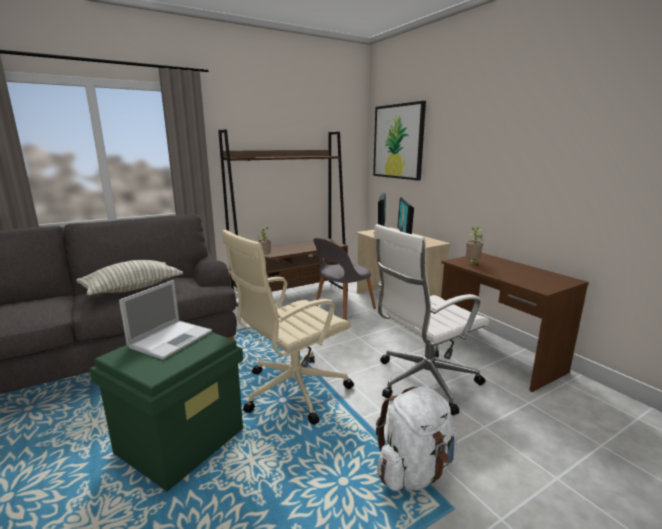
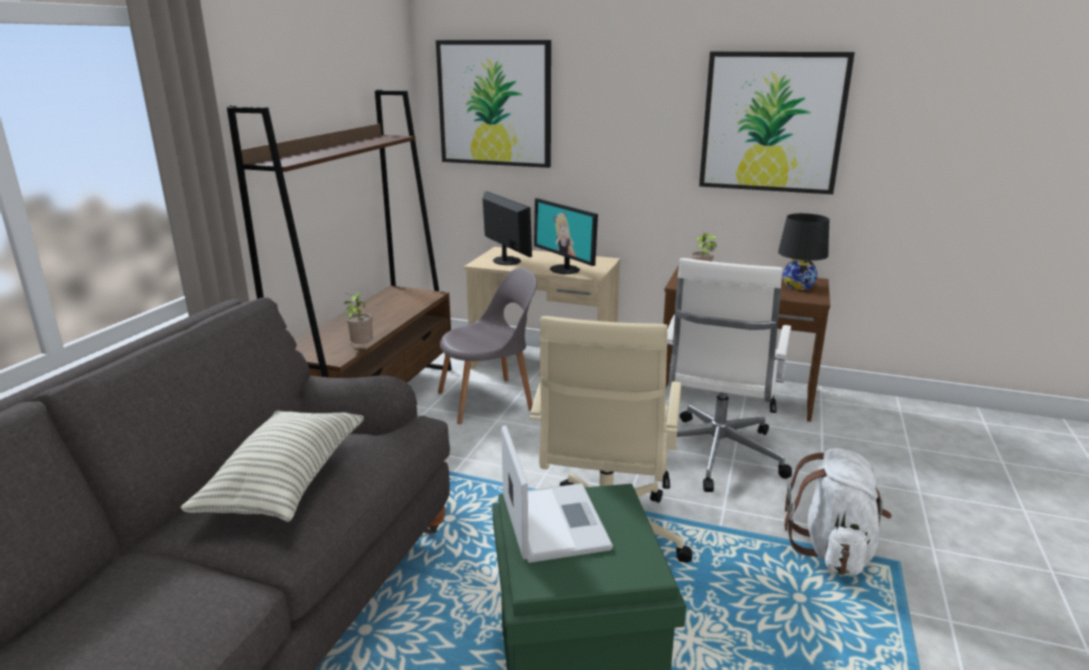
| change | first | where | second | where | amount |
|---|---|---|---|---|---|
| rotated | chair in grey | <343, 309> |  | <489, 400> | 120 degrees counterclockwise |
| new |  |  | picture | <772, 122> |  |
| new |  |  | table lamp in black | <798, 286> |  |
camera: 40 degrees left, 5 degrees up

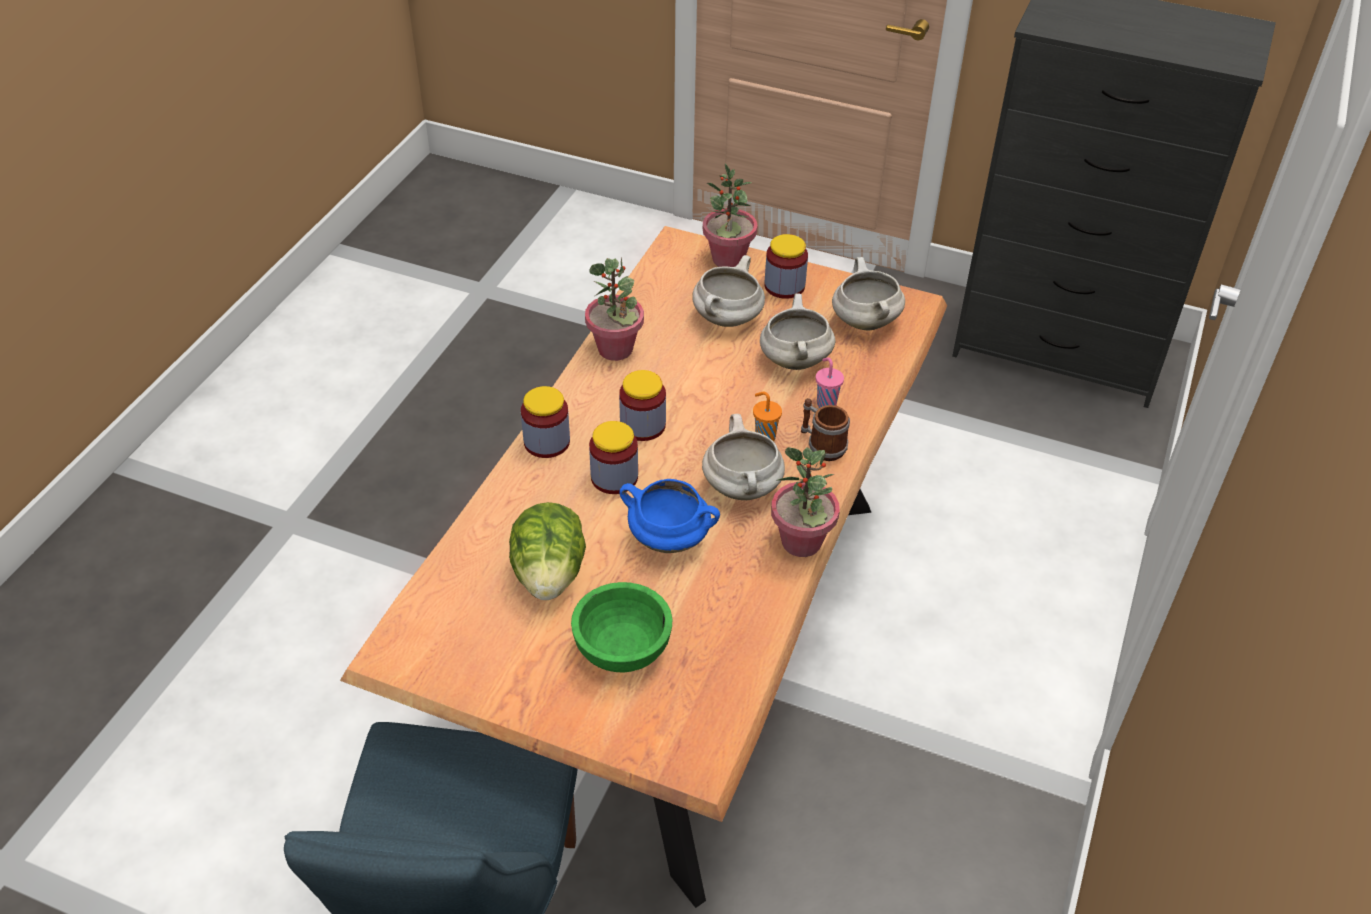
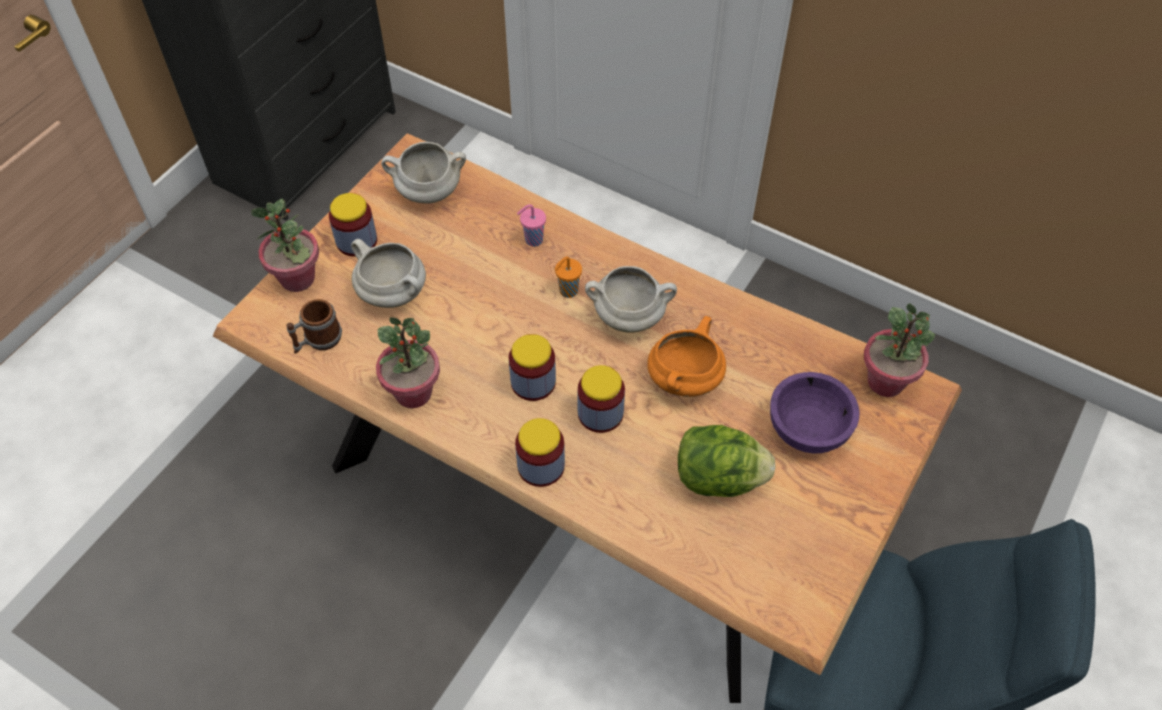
| change | first | where | second | where | amount |
|---|---|---|---|---|---|
| repainted | bowl in green | <622, 649> | bowl in purplish | <808, 429> |  |
| repainted | cooking pot in blue | <670, 538> | cooking pot in orangey | <684, 379> |  |
| gone | cooking pot in white-coloured | <794, 360> |  |  |  |
| shifted | houseplant | <801, 542> |  | <886, 381> |  |
| shifted | coffee mug | <821, 445> |  | <317, 341> |  |
camera: 80 degrees left, 10 degrees up

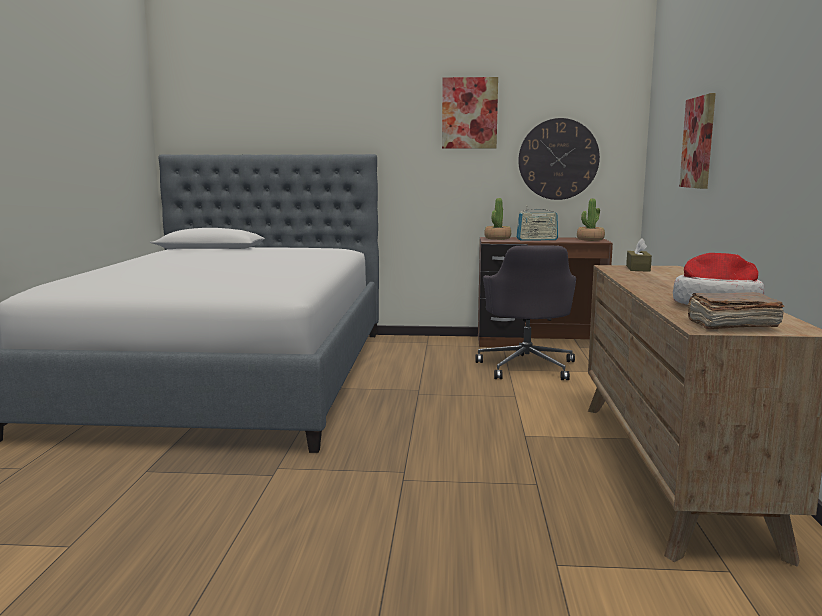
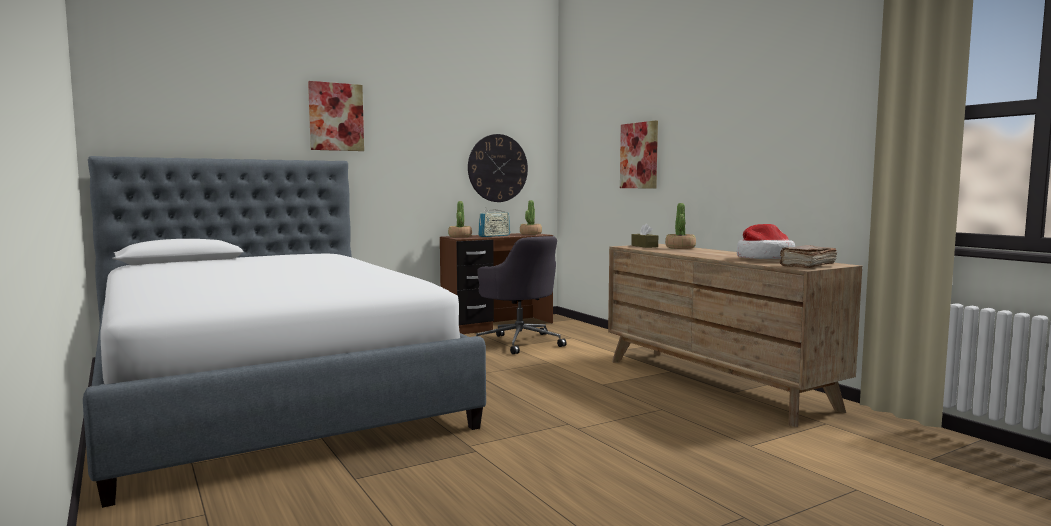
| change | first | where | second | where | amount |
|---|---|---|---|---|---|
| shifted | picture | <469, 113> |  | <336, 117> |  |
| new |  |  | houseplant | <680, 247> |  |
camera: 35 degrees left, 5 degrees down

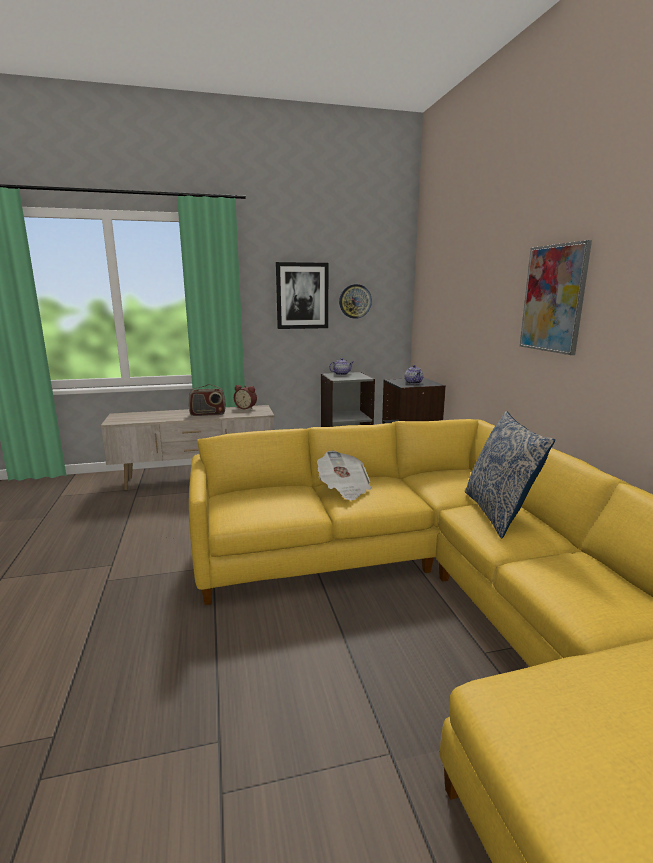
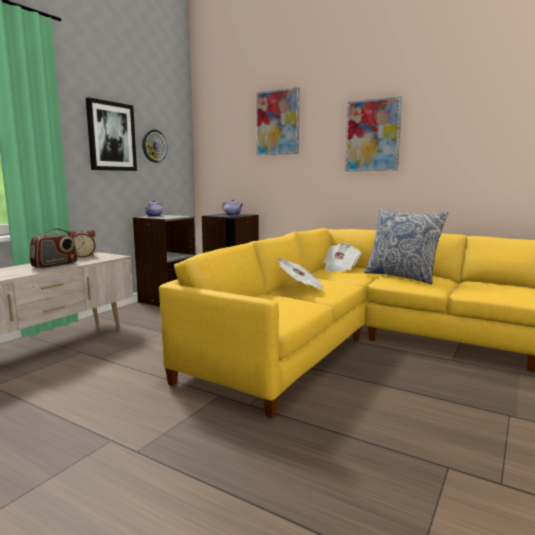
| change | first | where | second | where | amount |
|---|---|---|---|---|---|
| new |  |  | picture | <277, 122> |  |
| new |  |  | daily paper | <339, 268> |  |
camera: 45 degrees left, 5 degrees down

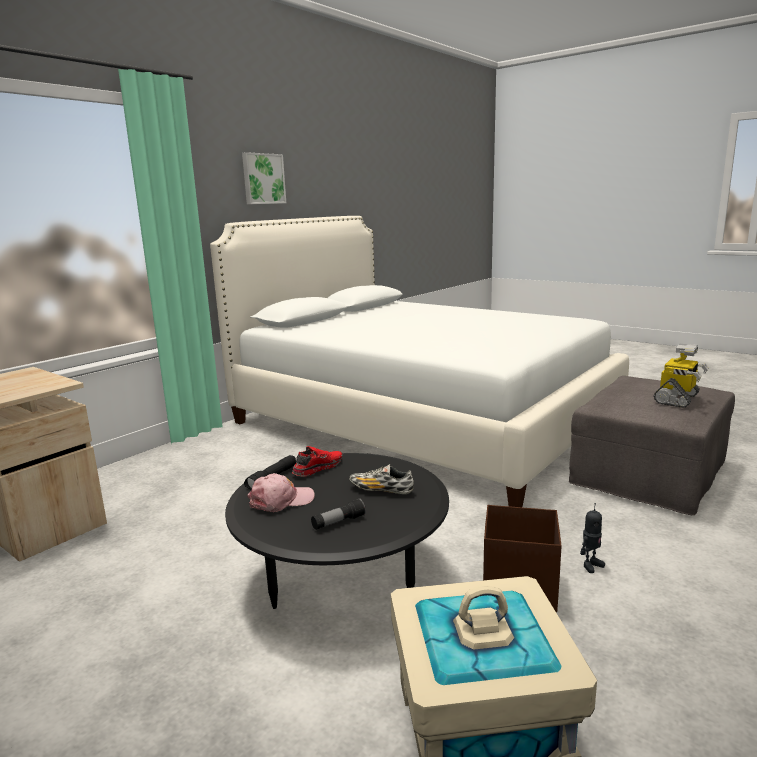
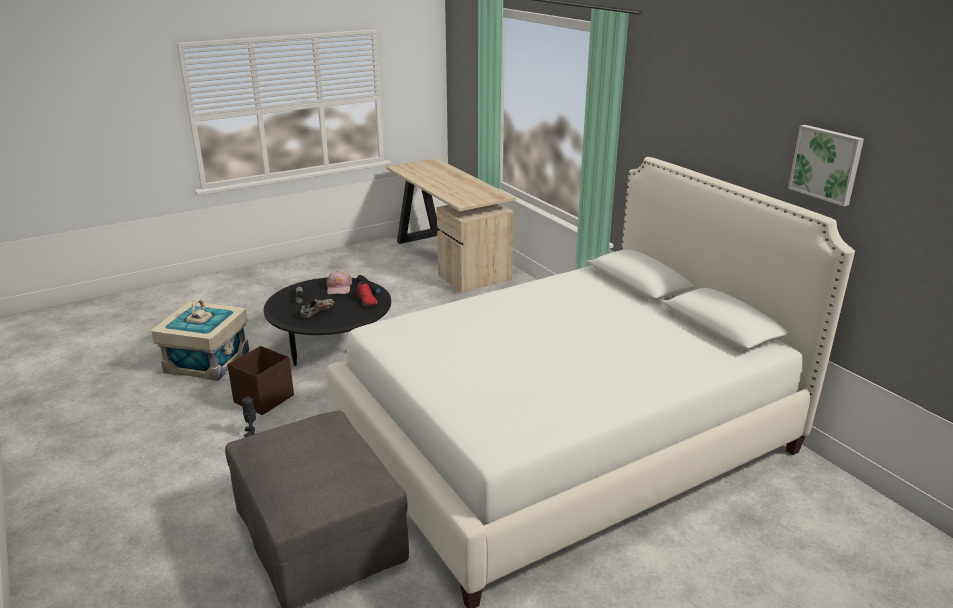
| change | first | where | second | where | amount |
|---|---|---|---|---|---|
| shifted | picture | <263, 179> |  | <826, 164> |  |
| gone | model robot | <677, 399> |  |  |  |
camera: 110 degrees right, 10 degrees up

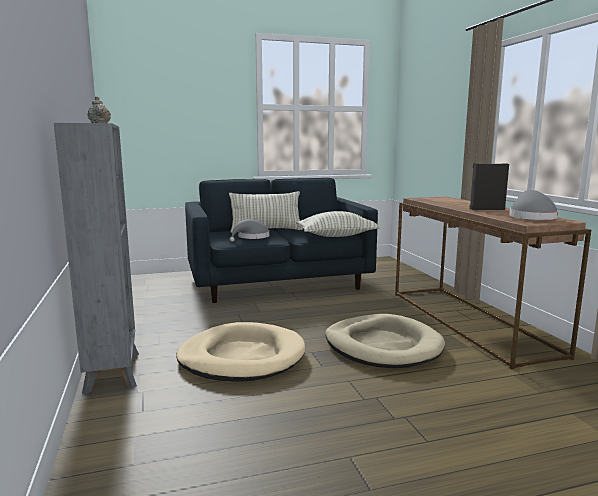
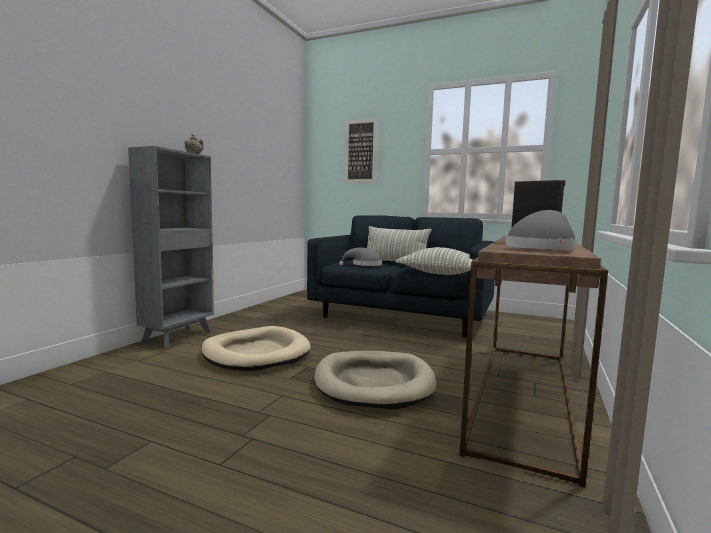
| change | first | where | second | where | amount |
|---|---|---|---|---|---|
| new |  |  | picture | <360, 151> |  |
camera: 40 degrees right, 5 degrees down

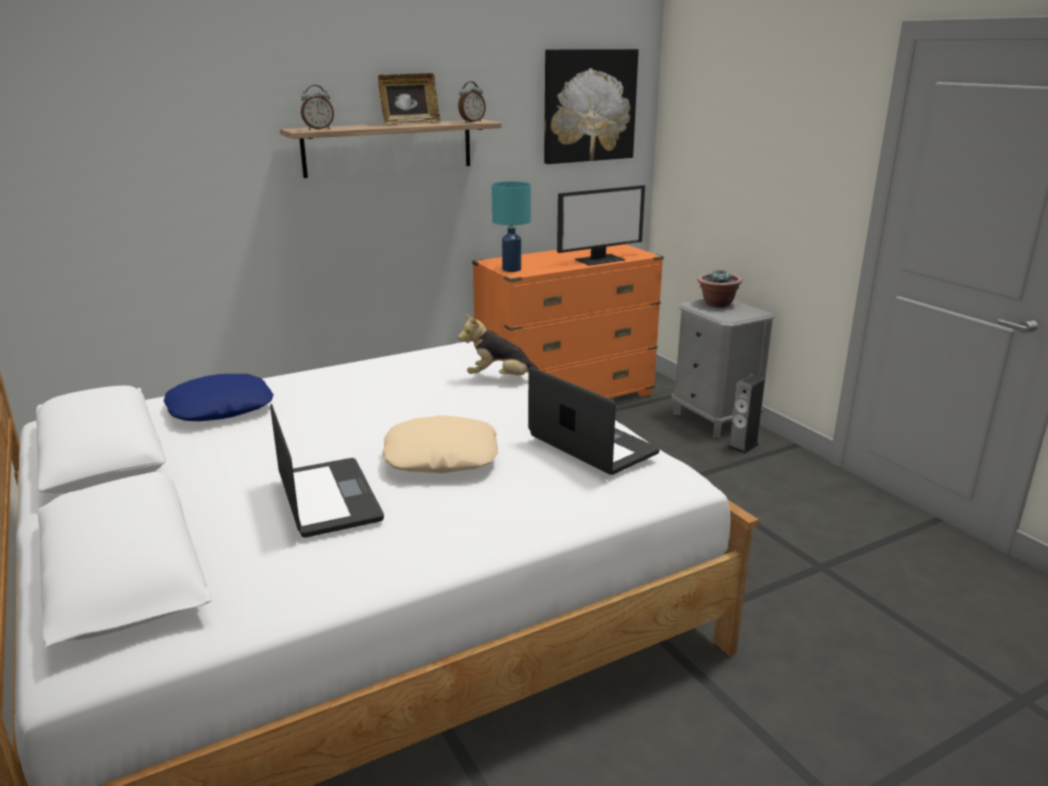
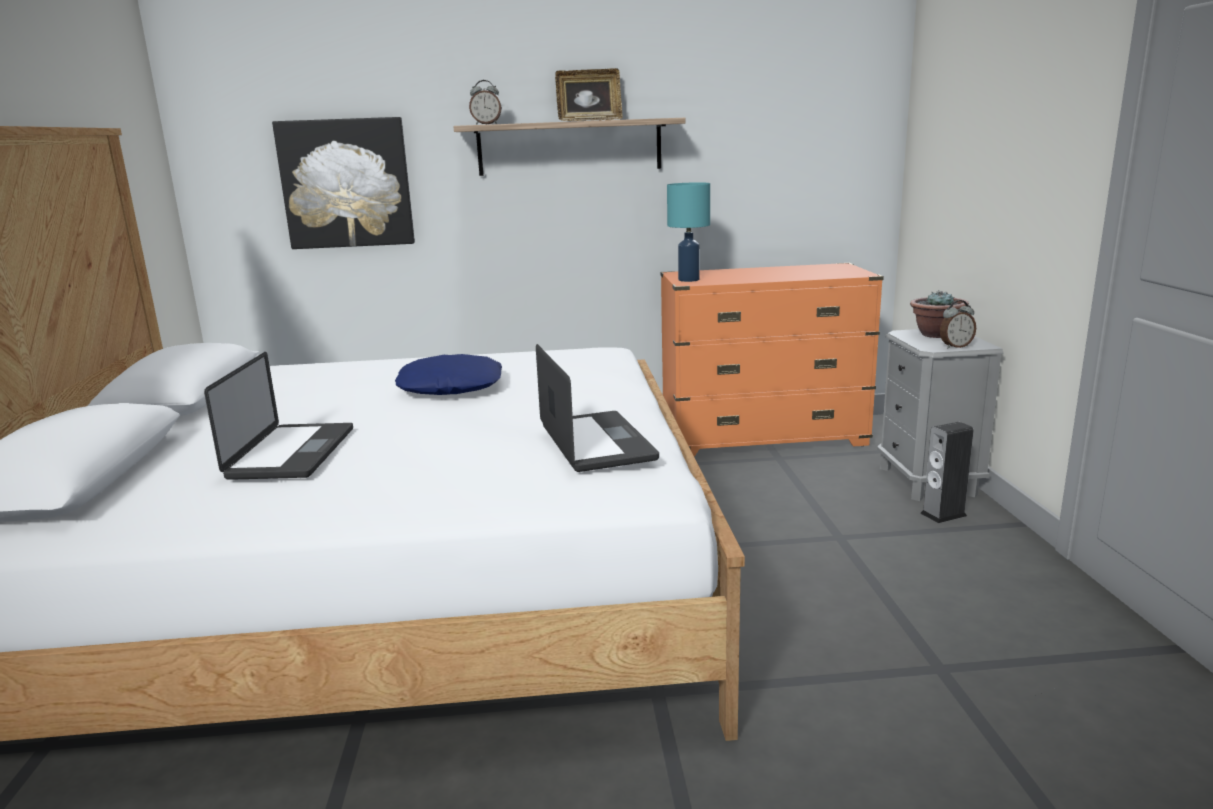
| change | first | where | second | where | amount |
|---|---|---|---|---|---|
| shifted | cushion in blue | <220, 408> |  | <451, 387> |  |
| gone | cushion in sand-coloured | <441, 456> |  |  |  |
| shifted | alarm clock | <471, 122> |  | <955, 346> |  |
| gone | soft toy | <502, 379> |  |  |  |
| shifted | picture | <589, 106> |  | <346, 183> |  |
| gone | monitor | <600, 259> |  |  |  |
camera: 25 degrees right, 5 degrees down

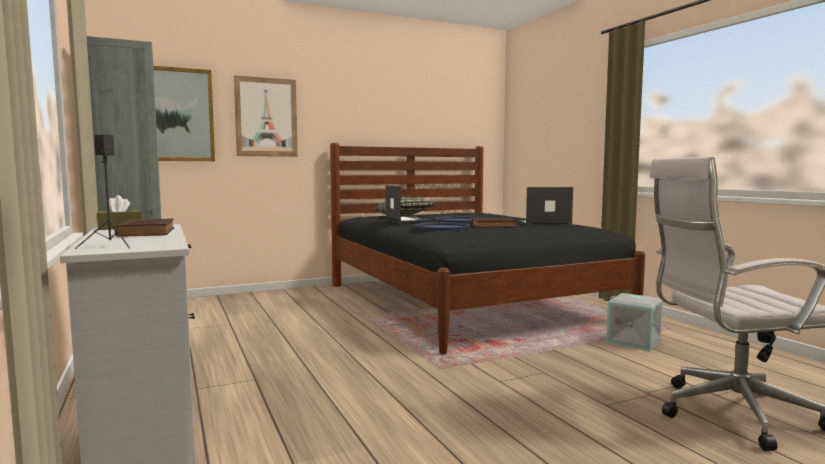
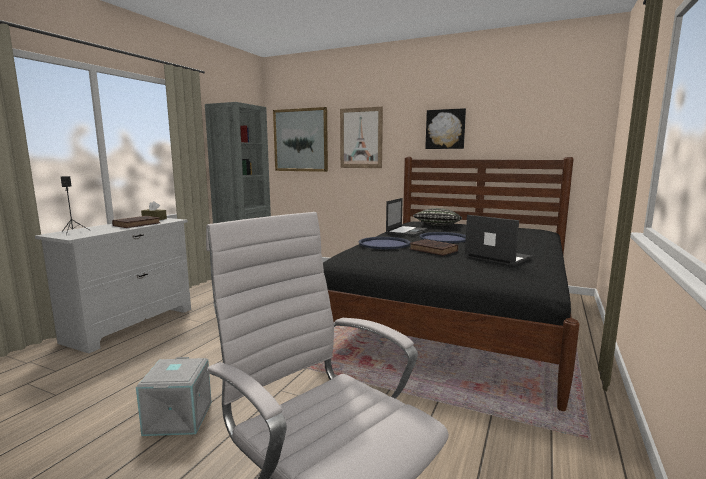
| change | first | where | second | where | amount |
|---|---|---|---|---|---|
| shifted | storage container in grey | <634, 341> |  | <179, 418> |  |
| new |  |  | picture | <445, 129> |  |
camera: 50 degrees right, 5 degrees up

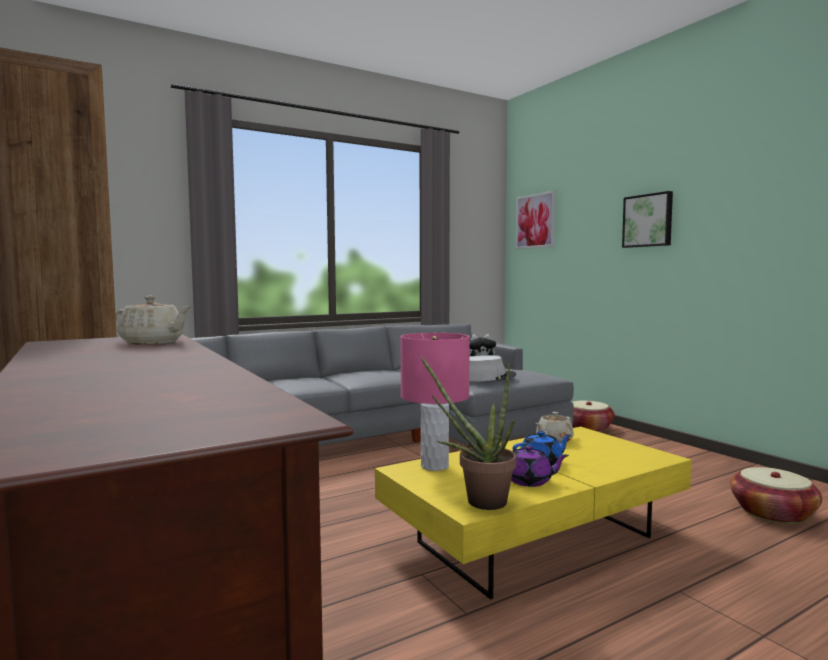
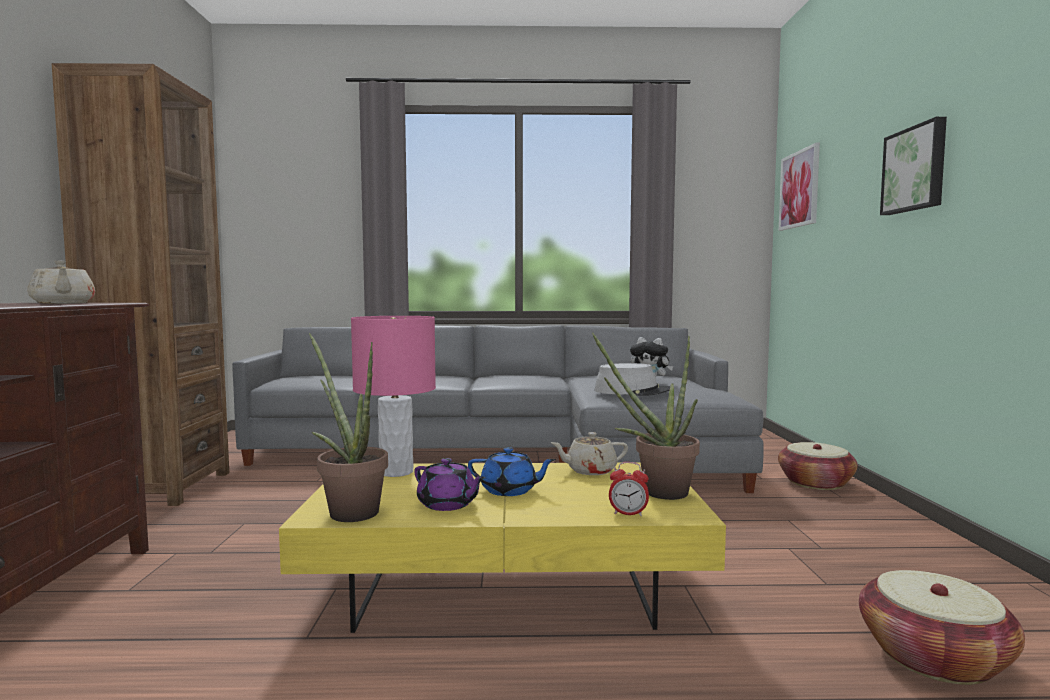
| change | first | where | second | where | amount |
|---|---|---|---|---|---|
| new |  |  | houseplant | <655, 492> |  |
| new |  |  | alarm clock | <628, 513> |  |
camera: 30 degrees right, 0 degrees up

